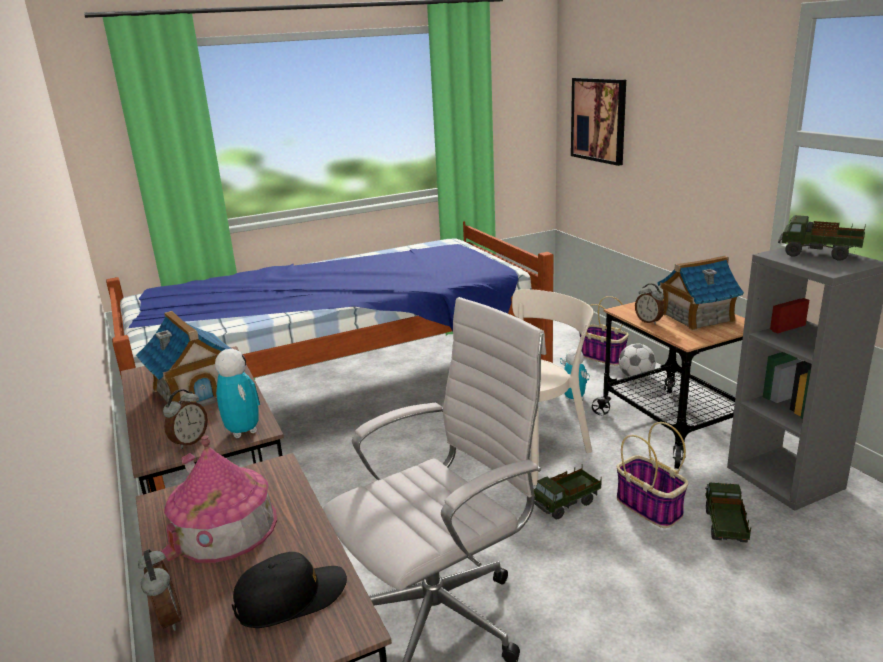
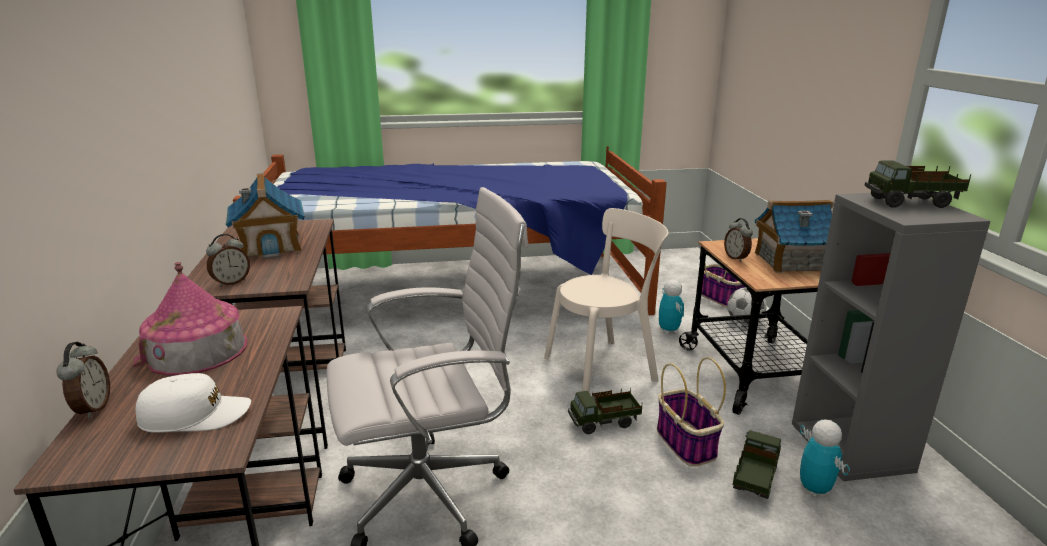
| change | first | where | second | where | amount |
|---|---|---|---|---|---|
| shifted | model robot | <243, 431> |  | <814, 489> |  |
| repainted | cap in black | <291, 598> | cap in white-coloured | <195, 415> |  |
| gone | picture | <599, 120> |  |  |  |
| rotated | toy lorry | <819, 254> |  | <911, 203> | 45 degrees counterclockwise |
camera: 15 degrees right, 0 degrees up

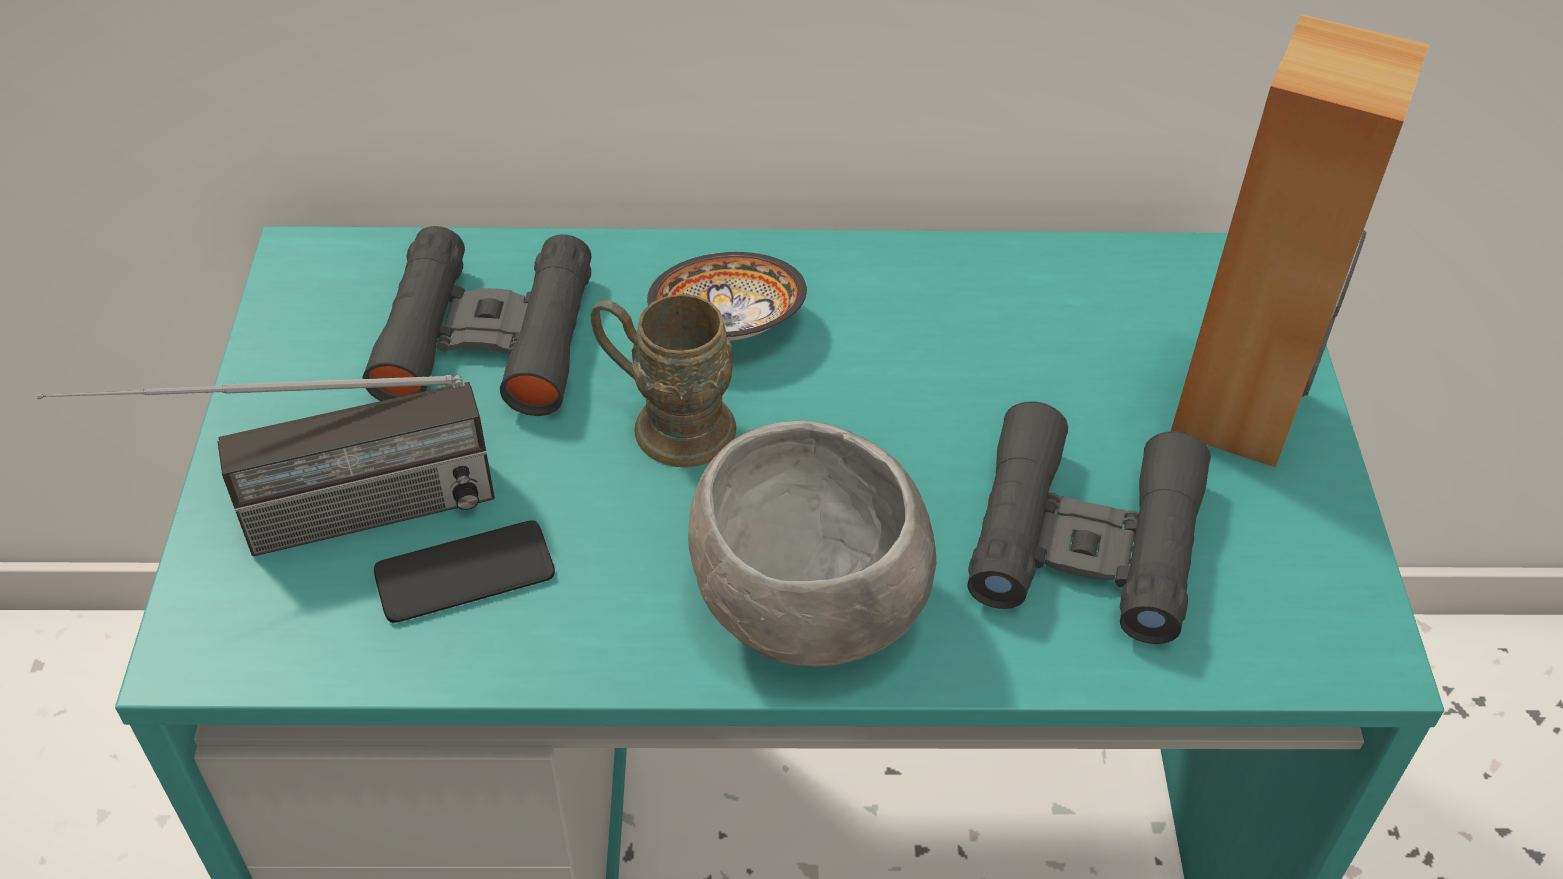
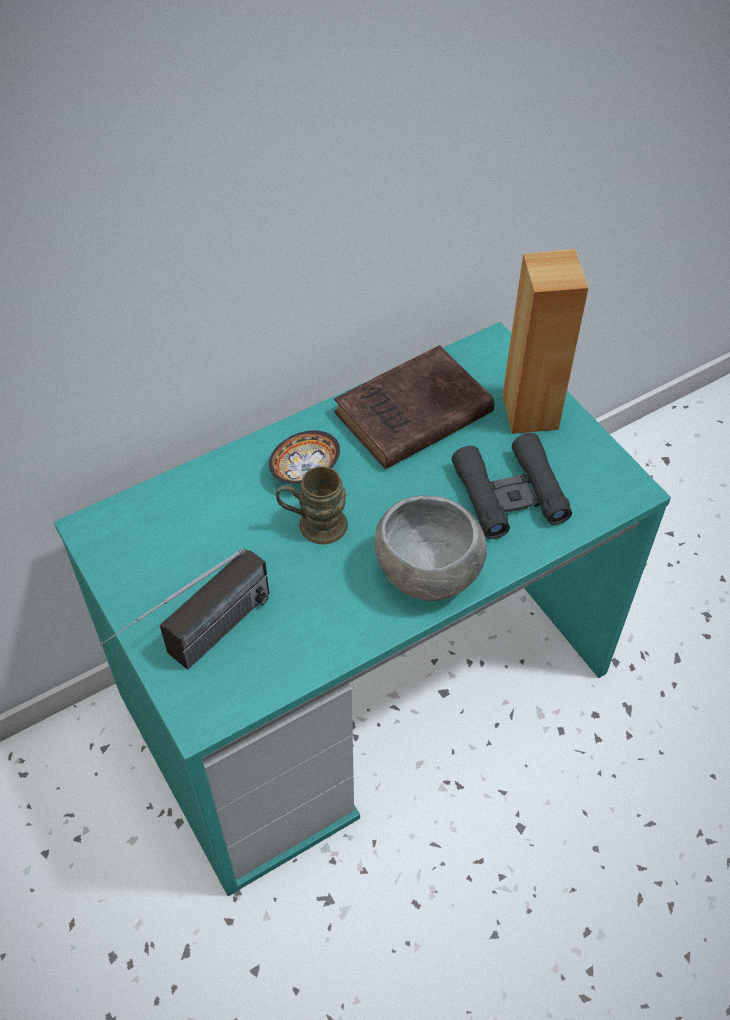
| change | first | where | second | where | amount |
|---|---|---|---|---|---|
| gone | field glasses in black | <487, 338> |  |  |  |
| gone | handset | <465, 573> |  |  |  |
| new |  |  | bound book in brownish | <410, 415> |  |
camera: 30 degrees left, 5 degrees up

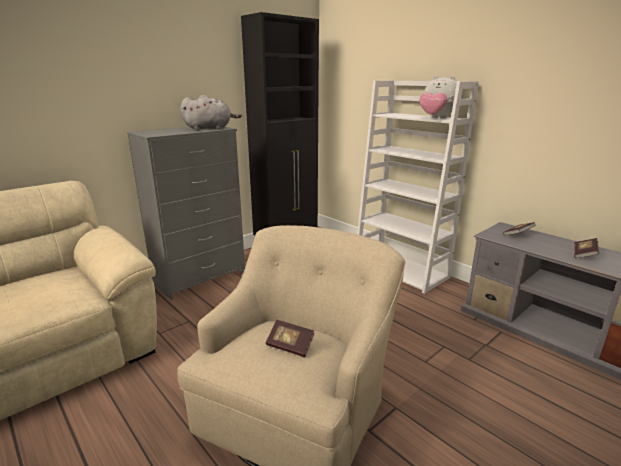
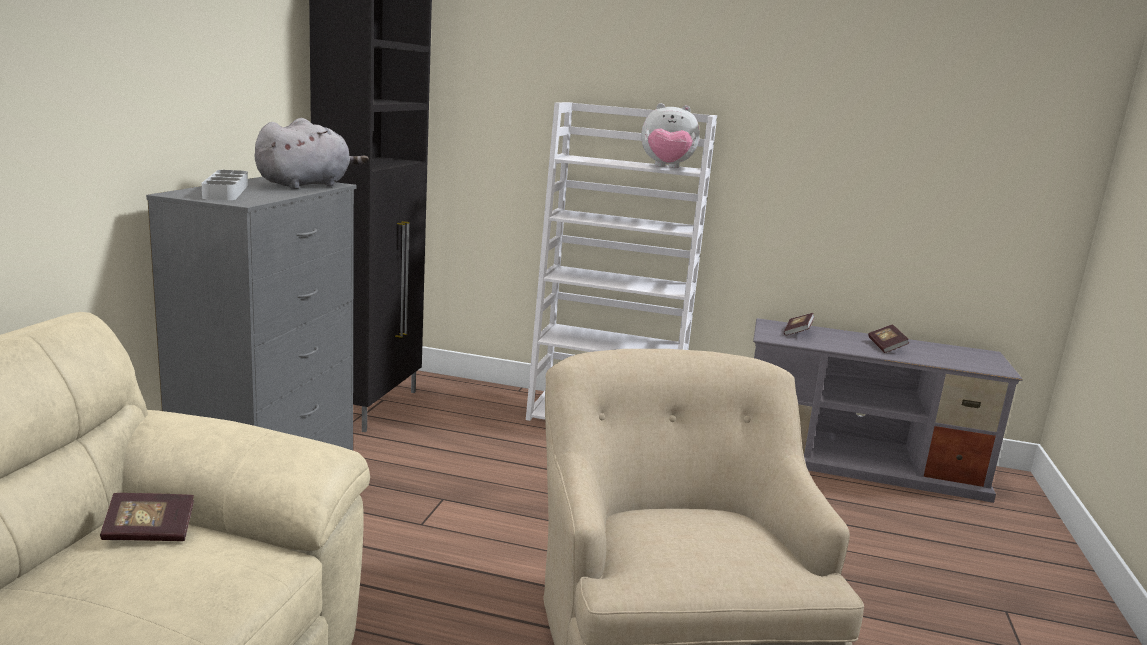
| change | first | where | second | where | amount |
|---|---|---|---|---|---|
| shifted | bound book | <290, 346> |  | <149, 532> |  |
| new |  |  | carrying tray in grey | <226, 191> |  |
camera: 35 degrees left, 5 degrees down

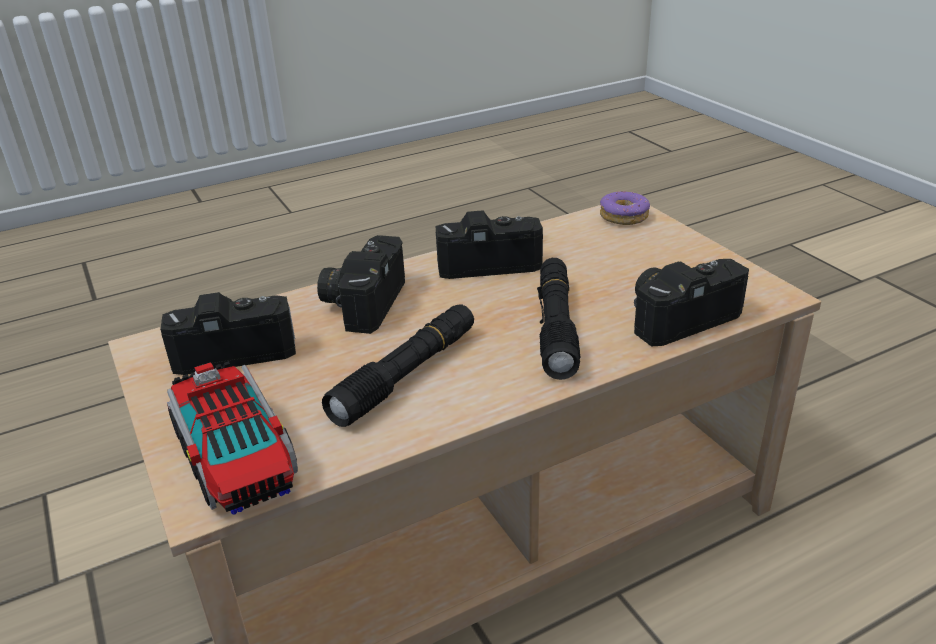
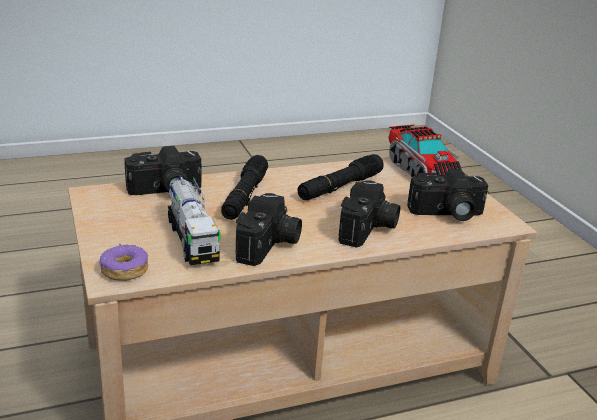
| change | first | where | second | where | amount |
|---|---|---|---|---|---|
| rotated | still camera | <488, 261> |  | <269, 246> | 75 degrees counterclockwise |
| new |  |  | toy lorry | <192, 239> |  |
camera: 175 degrees left, 5 degrees down

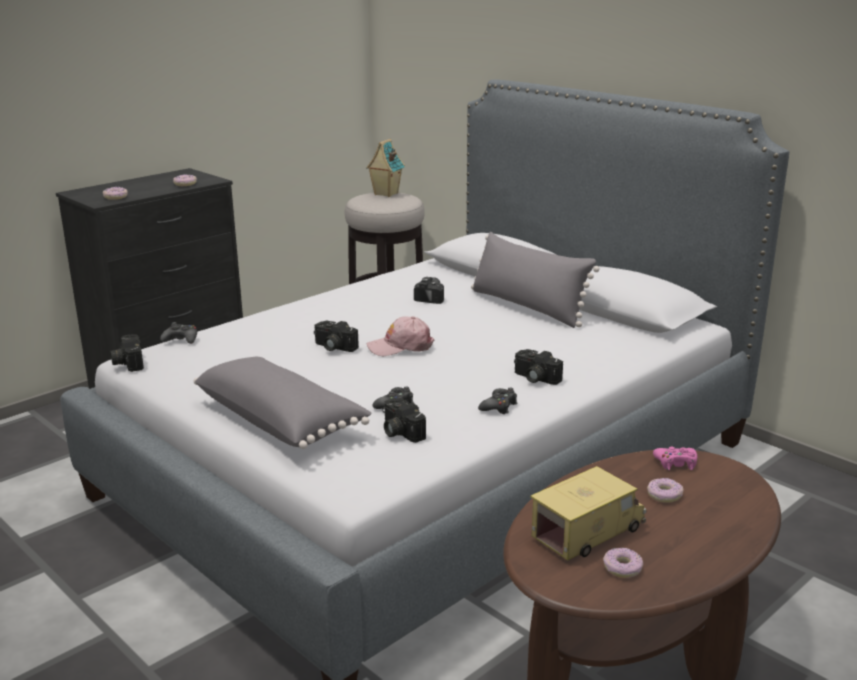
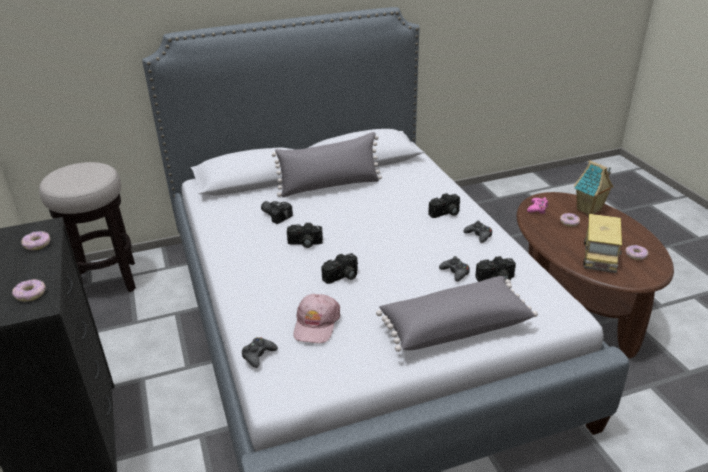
| change | first | where | second | where | amount |
|---|---|---|---|---|---|
| shifted | still camera | <127, 362> |  | <304, 243> |  |
| shifted | miniature house | <385, 194> |  | <589, 210> |  |
| shifted | cap in pink-coloured | <400, 346> |  | <316, 324> |  |
| rotated | toy lorry | <587, 532> |  | <599, 255> | 150 degrees counterclockwise |
camera: 65 degrees left, 10 degrees up

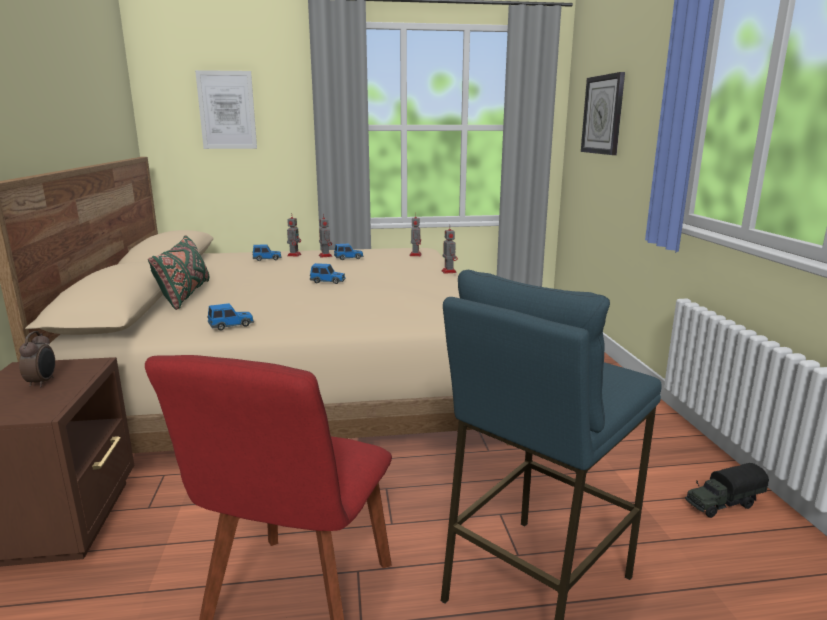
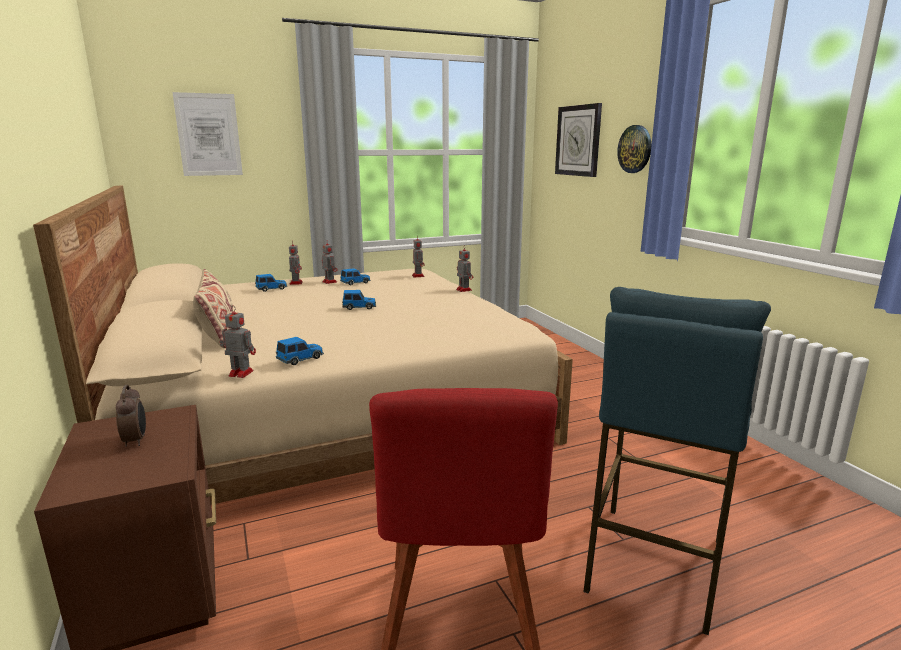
| change | first | where | second | where | amount |
|---|---|---|---|---|---|
| repainted | cushion in green | <185, 295> | cushion in sand-coloured | <217, 332> |  |
| gone | toy lorry | <722, 504> |  |  |  |
| new |  |  | model robot | <240, 373> |  |
| new |  |  | clock on the wall | <635, 149> |  |
camera: 15 degrees left, 0 degrees up

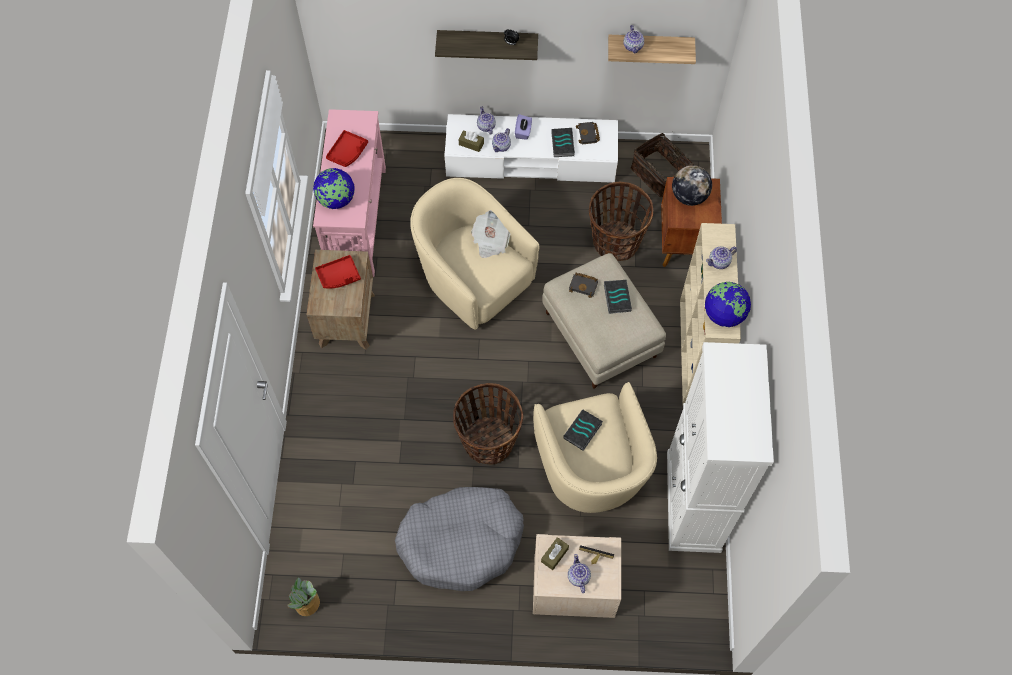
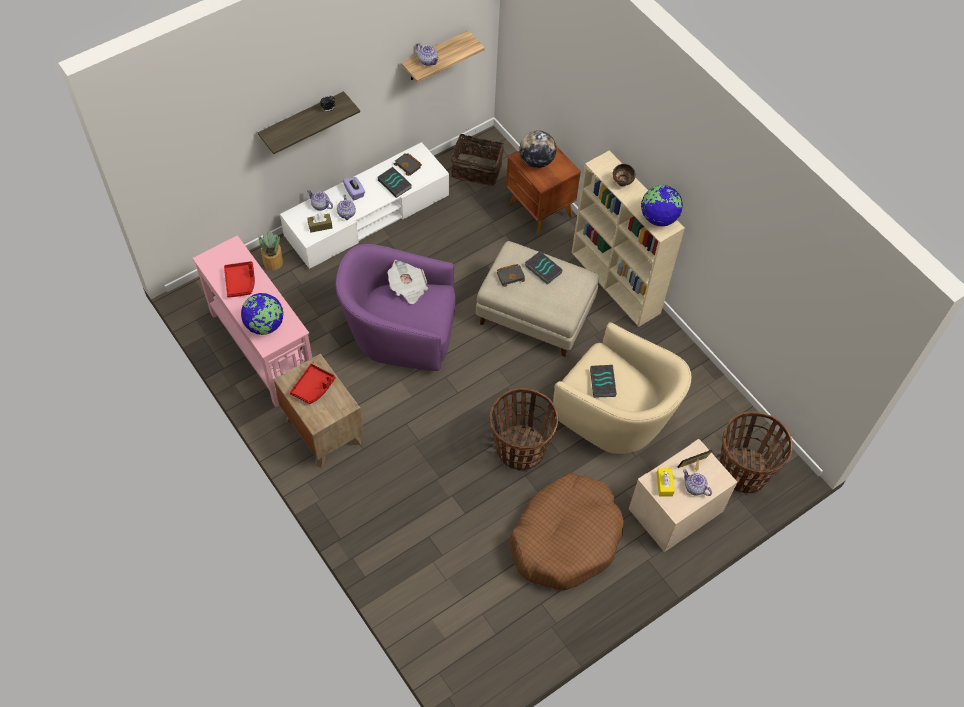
| change | first | where | second | where | amount |
|---|---|---|---|---|---|
| shifted | houseplant | <307, 604> |  | <273, 262> |  |
| repainted | dog cushion in grey | <461, 542> | dog cushion in brownish | <565, 538> |  |
| repainted | lounge chair in sand-coloured | <473, 278> | lounge chair in purplish | <400, 334> |  |
| repainted | box of tissues in brownish | <554, 555> | box of tissues in yellowish | <664, 484> |  |
| shifted | basket | <615, 242> |  | <743, 471> |  |
| gone | cabinet in white-coloured | <693, 501> |  |  |  |
| swapped | teapot | <719, 262> | bowl in brownish | <622, 183> |  |
camera: 40 degrees left, 5 degrees down

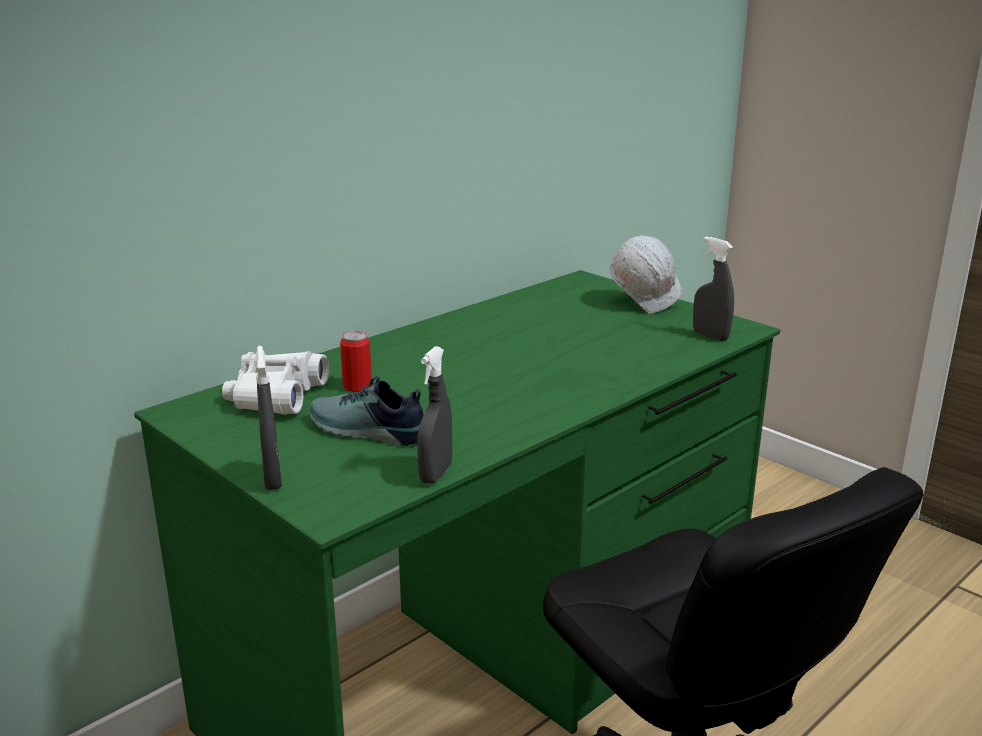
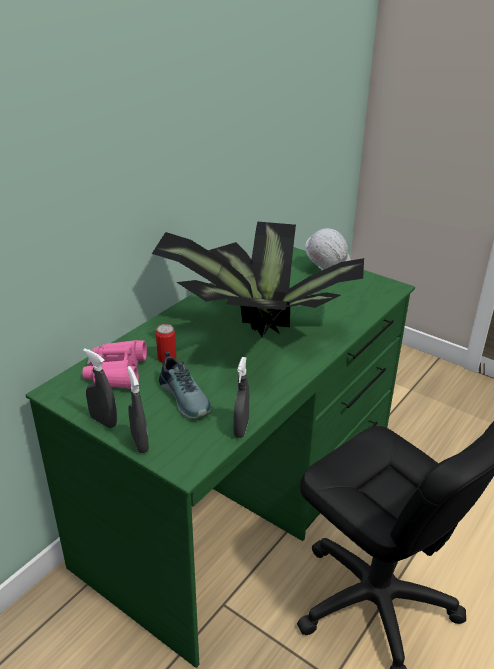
| change | first | where | second | where | amount |
|---|---|---|---|---|---|
| repainted | field glasses in white-coloured | <276, 396> | field glasses in pink-coloured | <117, 372> |  |
| rotated | shoe | <367, 431> |  | <186, 397> | 135 degrees counterclockwise |
| shifted | sprayer in grey | <710, 336> |  | <103, 421> |  |
| new |  |  | houseplant | <255, 329> |  |
camera: 10 degrees left, 10 degrees up

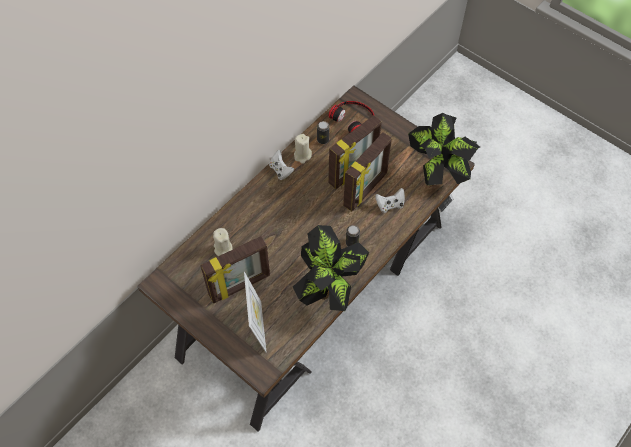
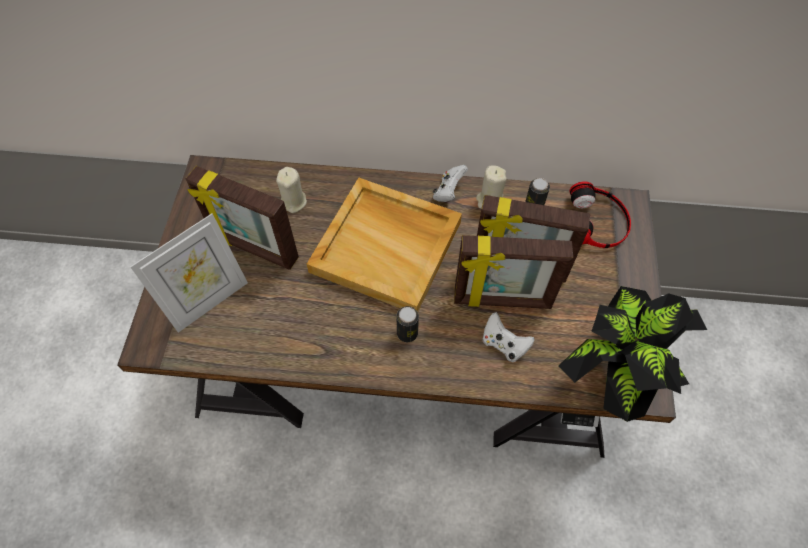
| change | first | where | second | where | amount |
|---|---|---|---|---|---|
| gone | houseplant | <330, 287> |  |  |  |
| new |  |  | carrying tray in sand-coloured | <388, 246> |  |
camera: 55 degrees right, 0 degrees up

